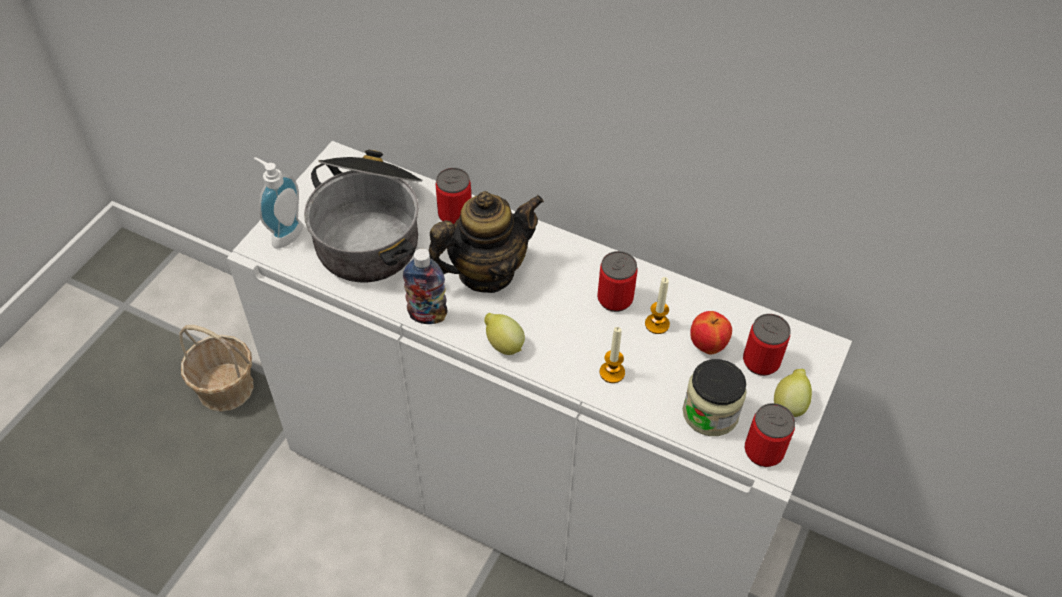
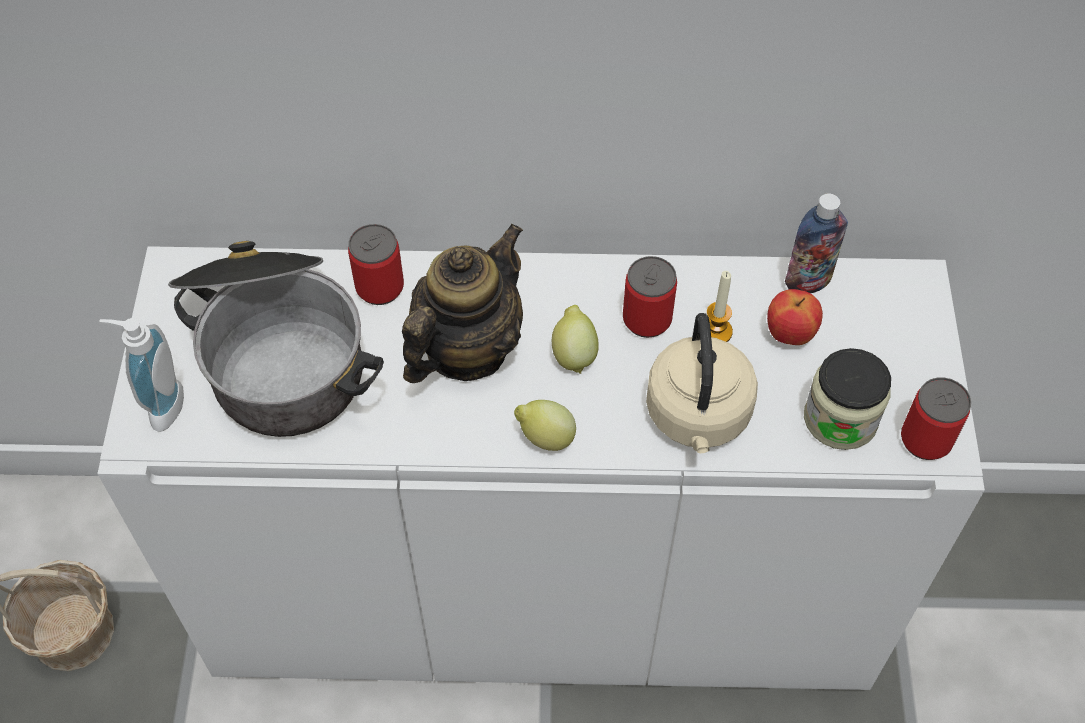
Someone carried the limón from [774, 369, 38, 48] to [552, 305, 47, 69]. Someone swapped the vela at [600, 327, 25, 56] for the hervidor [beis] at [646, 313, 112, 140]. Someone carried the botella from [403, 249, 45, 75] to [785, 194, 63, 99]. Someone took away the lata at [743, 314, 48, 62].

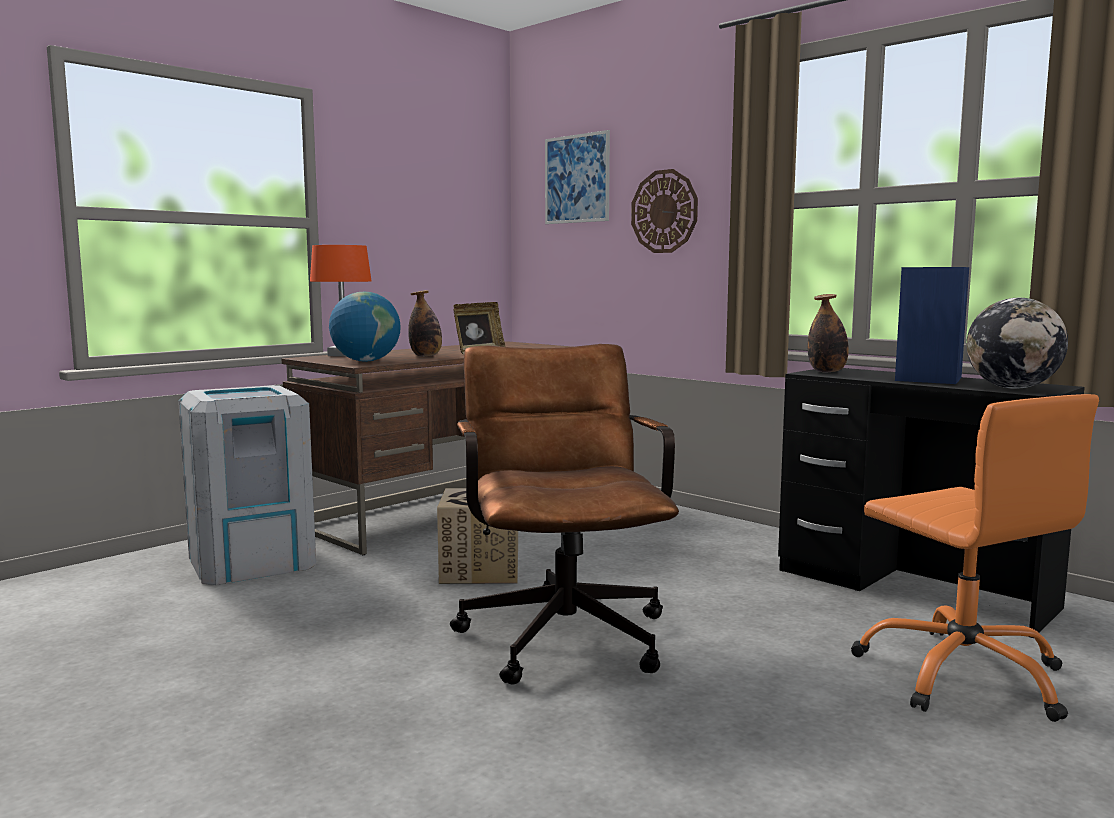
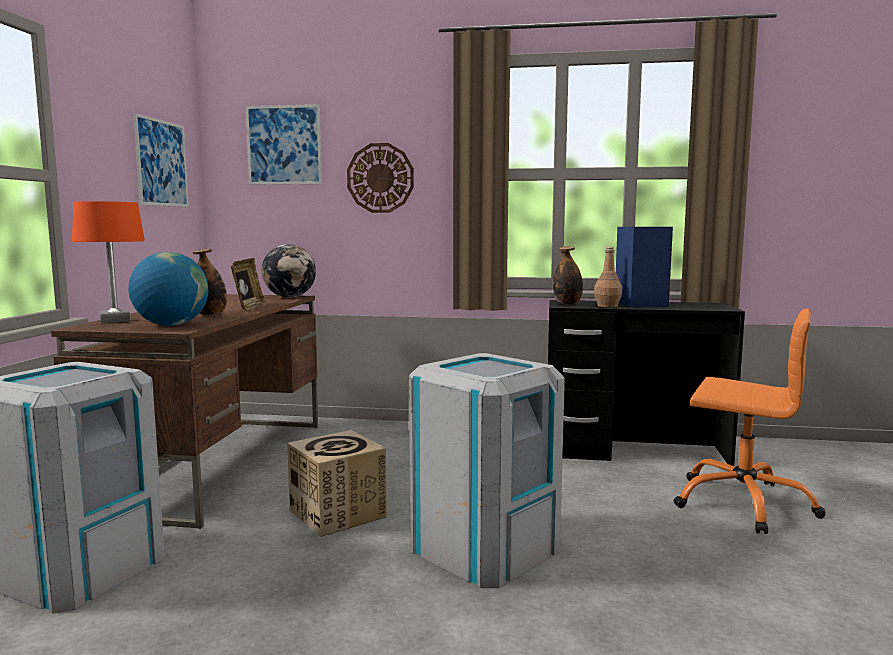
Someone put up the cuadro at [133, 113, 56, 94]. Someone carried the globo terráqueo from [966, 298, 102, 91] to [262, 244, 54, 53]. Someone swapped the silla de oficina [marrón] at [450, 344, 229, 340] for the papelera [gris] at [409, 353, 156, 235]. Someone put down the botella [marrón] at [594, 247, 28, 61].

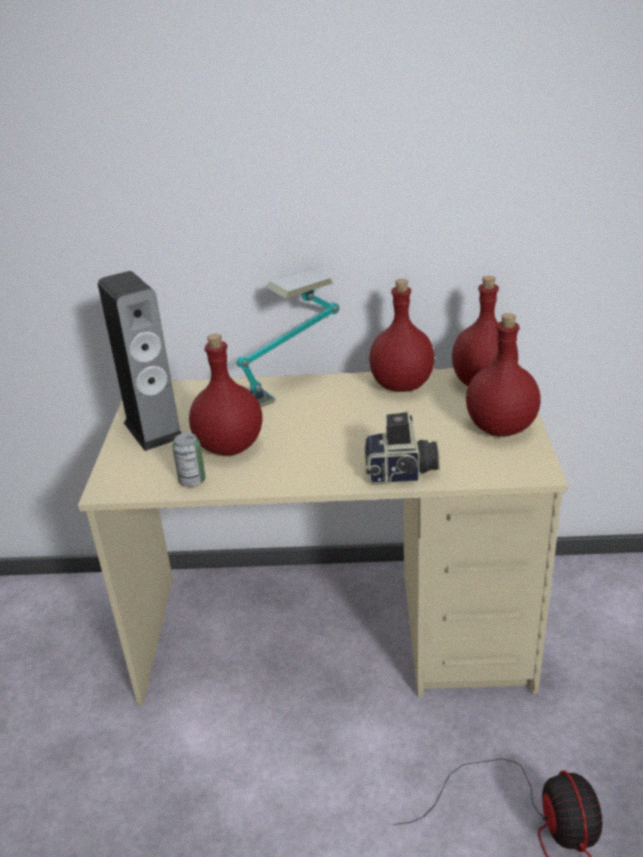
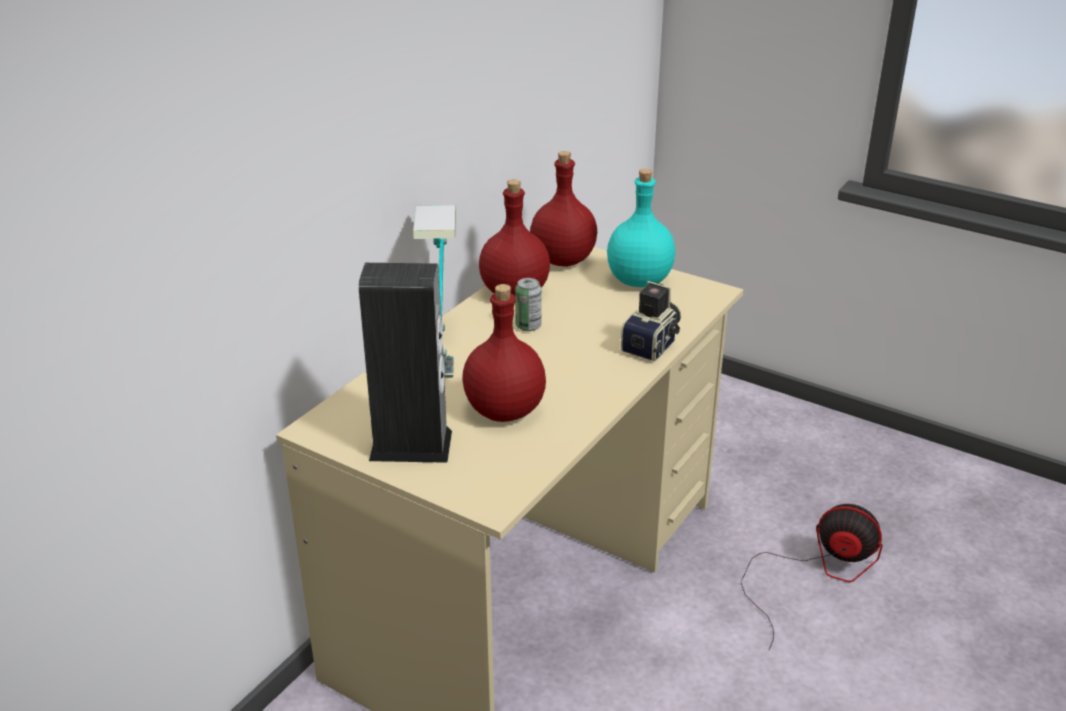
Someone carried the lata from [172, 433, 34, 54] to [515, 278, 27, 53]. Someone repainted the botella [rojo] at [466, 313, 75, 124], which became the botella [turquesa] at [607, 169, 68, 118].

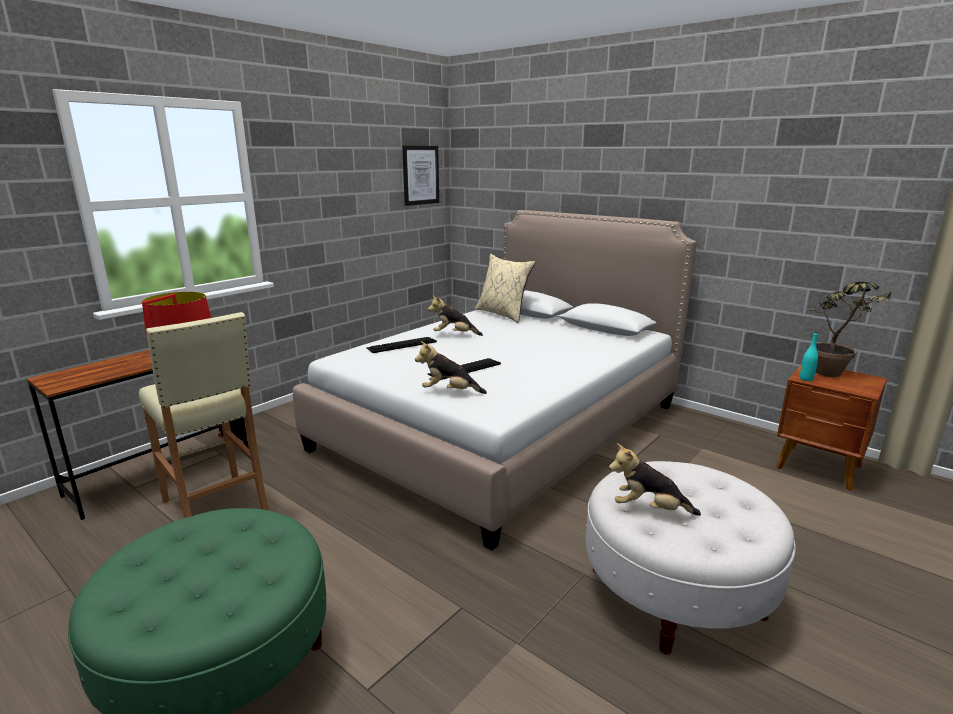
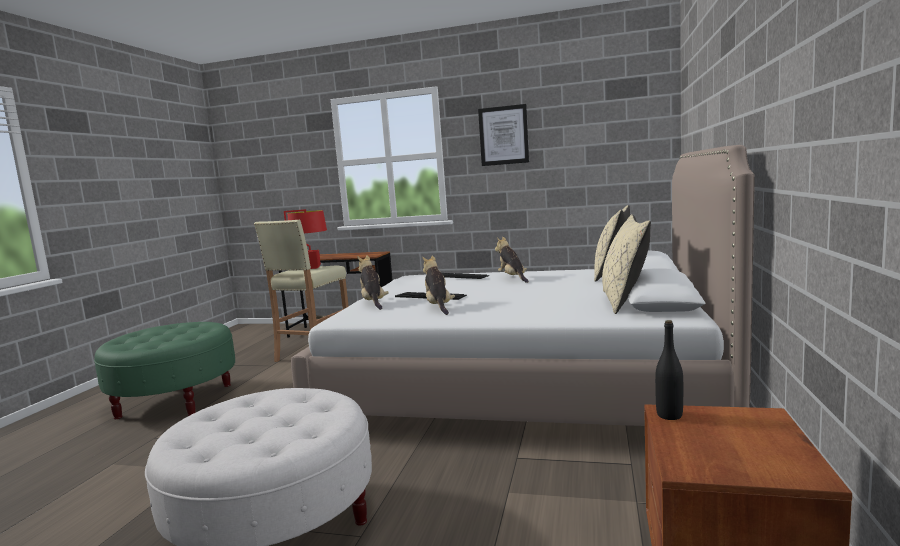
Someone carried the peluche from [609, 443, 92, 73] to [422, 256, 33, 59]. Someone carried the cuadro from [402, 146, 37, 60] to [478, 104, 51, 62]. Someone put down the cojín [beis] at [602, 214, 49, 100]. Someone repainted the botella [turquesa] at [800, 331, 18, 50], which became the botella [negro] at [655, 320, 28, 100]. Someone took away the planta en maceta at [810, 281, 82, 96].

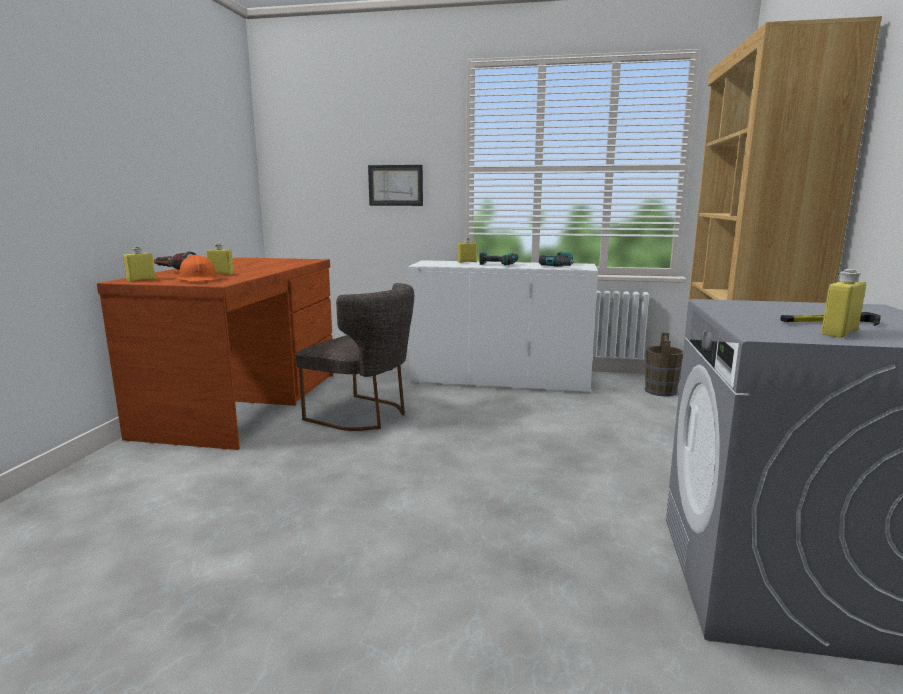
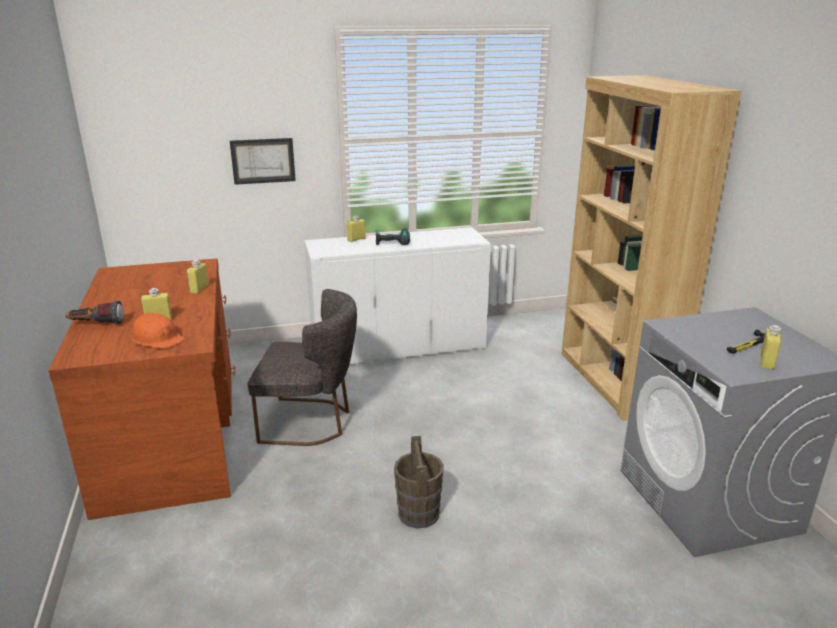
Someone carried the botella [amarillo] from [123, 246, 33, 36] to [187, 260, 22, 34]. Someone carried the cubo [marrón] from [645, 332, 38, 65] to [394, 436, 50, 92]. Someone took away the taladro at [539, 252, 36, 15].

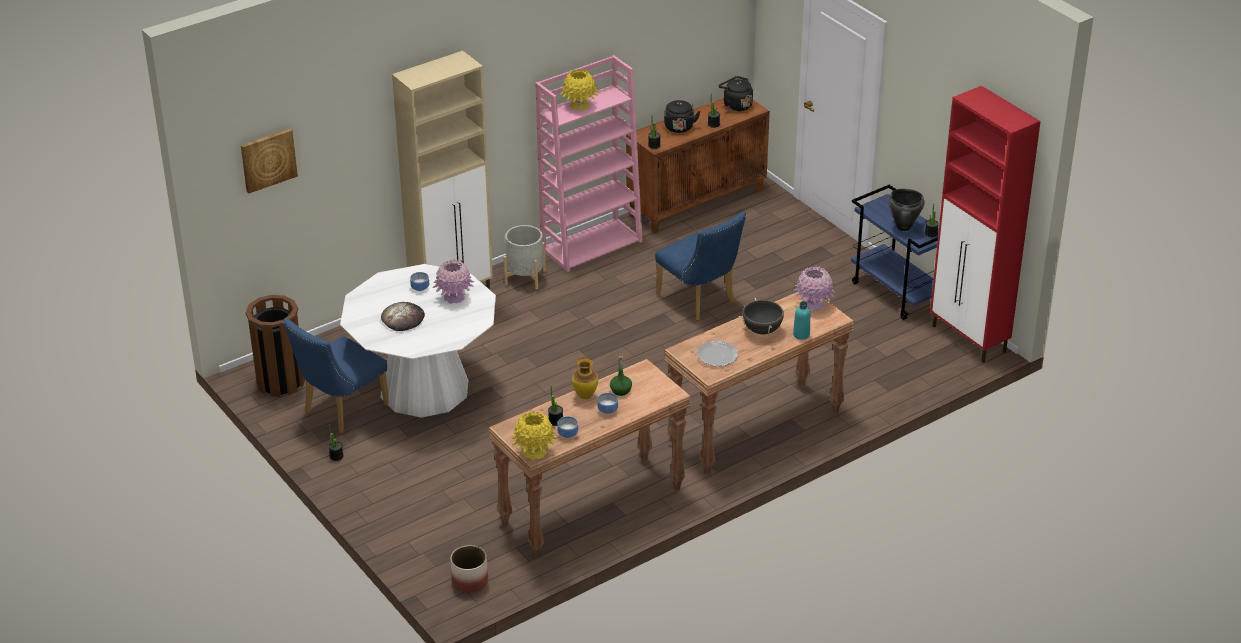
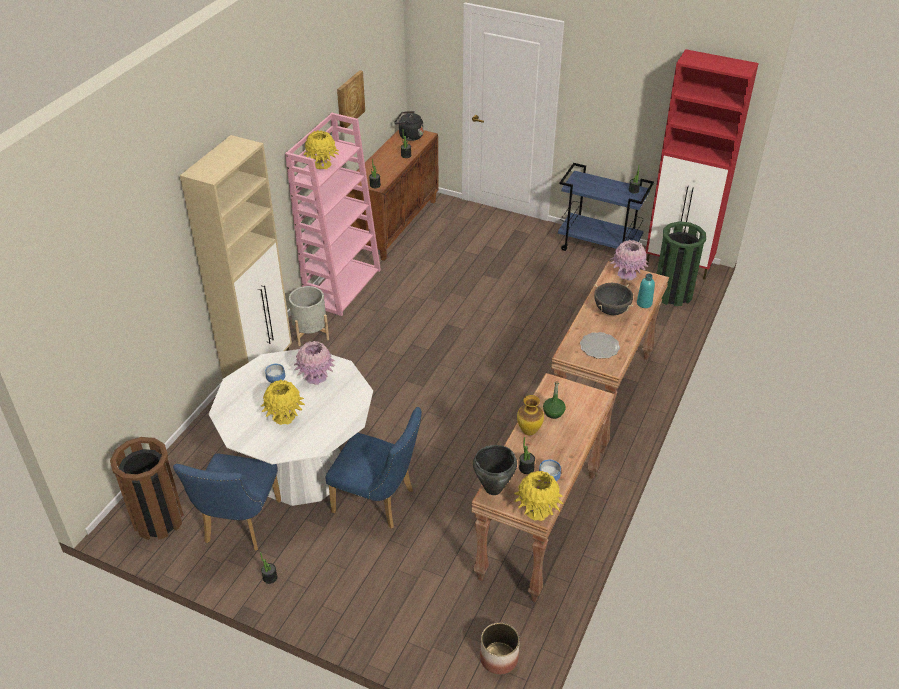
Someone swapped the pan at [381, 302, 44, 29] for the florero [amarillo] at [261, 380, 44, 45]. Someone carried the silla [azul] from [655, 212, 92, 108] to [325, 407, 97, 122]. Someone carried the cuadro from [241, 129, 57, 64] to [337, 70, 28, 58]. Someone carried the olla [negro] from [888, 189, 37, 42] to [473, 445, 44, 50]. Someone put down the papelera [verde] at [657, 221, 49, 85]. Someone took away the cuenco at [597, 393, 21, 21]. Someone took away the hervidor [negro] at [664, 100, 36, 33].

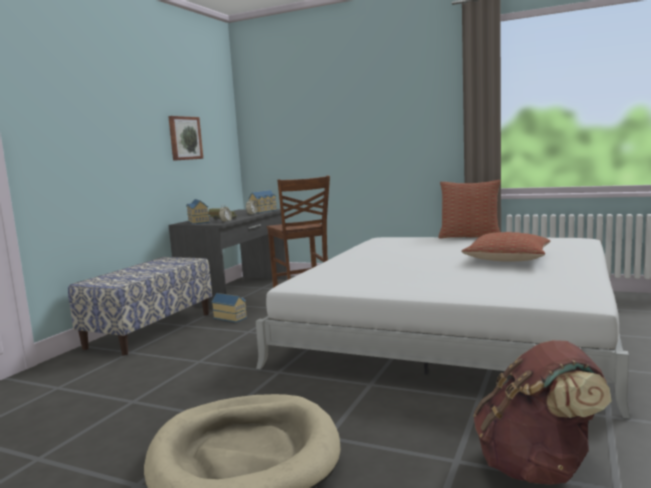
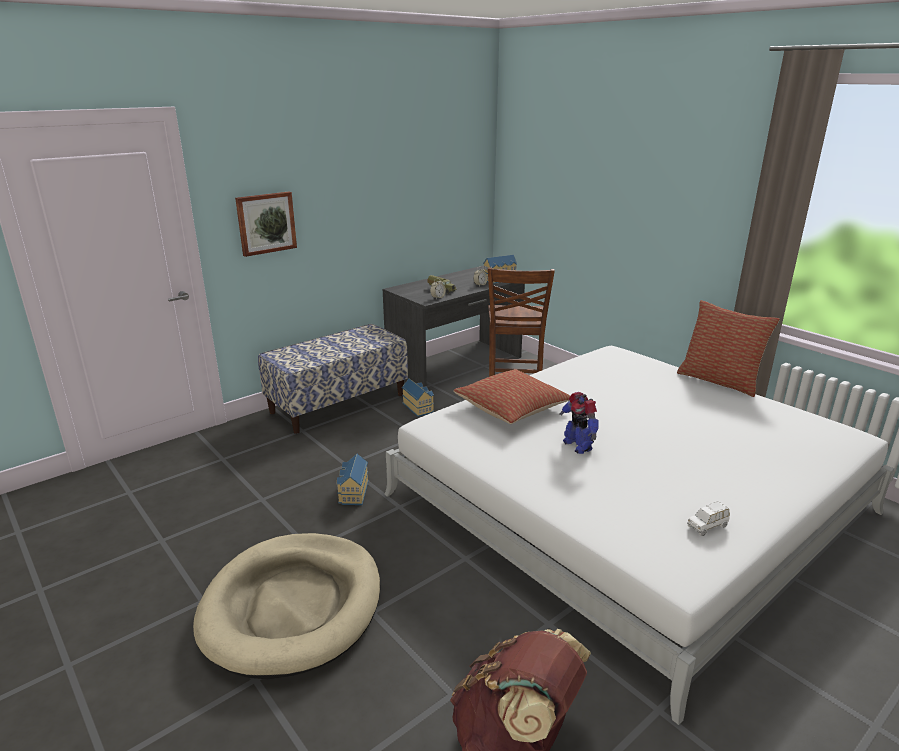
Someone carried the cuadro from [168, 116, 35, 45] to [235, 192, 62, 65]. Someone carried the casita from [186, 199, 24, 25] to [337, 454, 32, 51]. Someone carried the cojín from [462, 232, 88, 29] to [453, 369, 117, 55]. Someone put down the robot de juguete at [560, 392, 38, 62]. Someone put down the coche de juguete [blanco] at [687, 501, 43, 35].

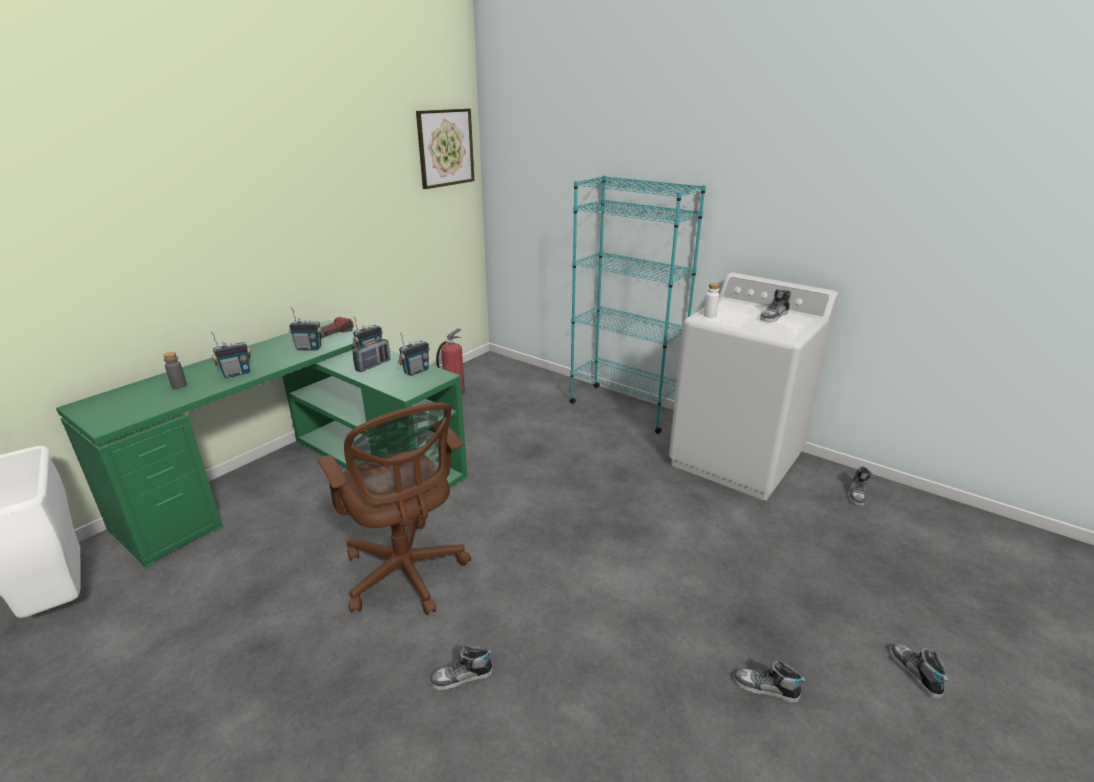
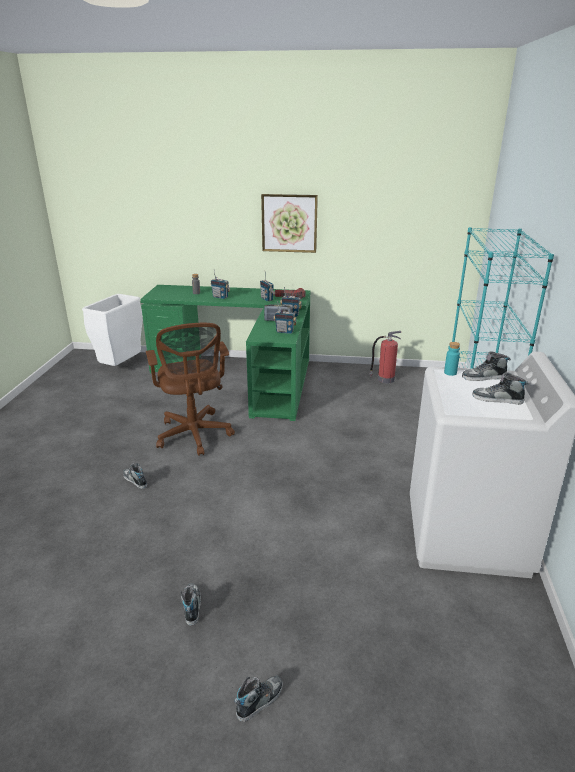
Someone rotated the silla de oficina [marrón] at [317, 402, 154, 213] by 45 degrees counterclockwise. Someone carried the cuadro from [416, 109, 58, 80] to [261, 194, 57, 59]. Someone repainted the botella [blanco] at [704, 283, 15, 35], which became the botella [turquesa] at [444, 342, 16, 34]. Someone carried the zapato from [848, 466, 24, 40] to [462, 351, 49, 30].

